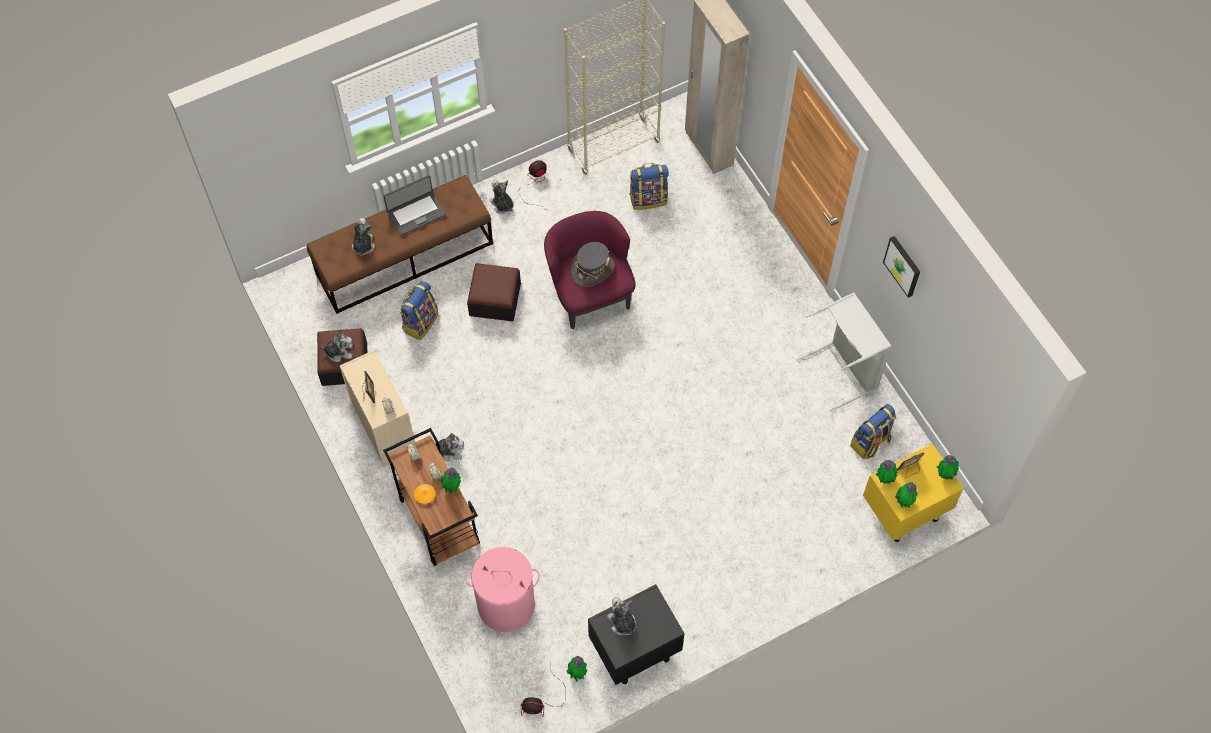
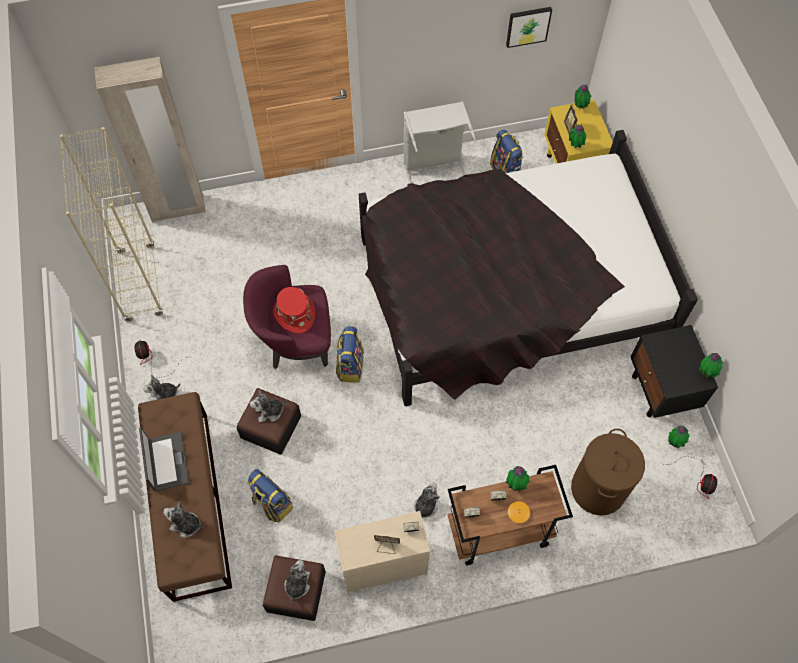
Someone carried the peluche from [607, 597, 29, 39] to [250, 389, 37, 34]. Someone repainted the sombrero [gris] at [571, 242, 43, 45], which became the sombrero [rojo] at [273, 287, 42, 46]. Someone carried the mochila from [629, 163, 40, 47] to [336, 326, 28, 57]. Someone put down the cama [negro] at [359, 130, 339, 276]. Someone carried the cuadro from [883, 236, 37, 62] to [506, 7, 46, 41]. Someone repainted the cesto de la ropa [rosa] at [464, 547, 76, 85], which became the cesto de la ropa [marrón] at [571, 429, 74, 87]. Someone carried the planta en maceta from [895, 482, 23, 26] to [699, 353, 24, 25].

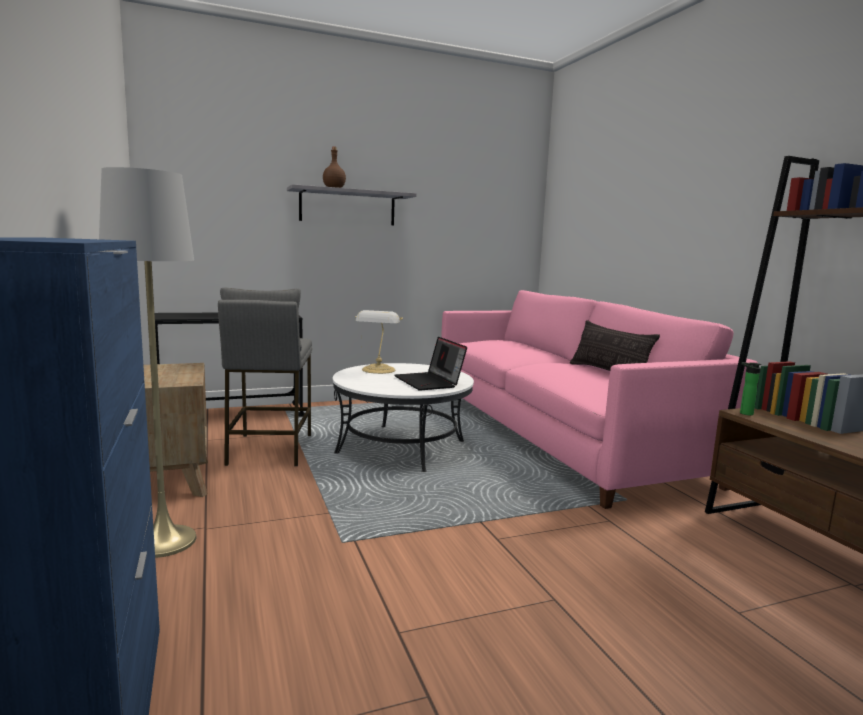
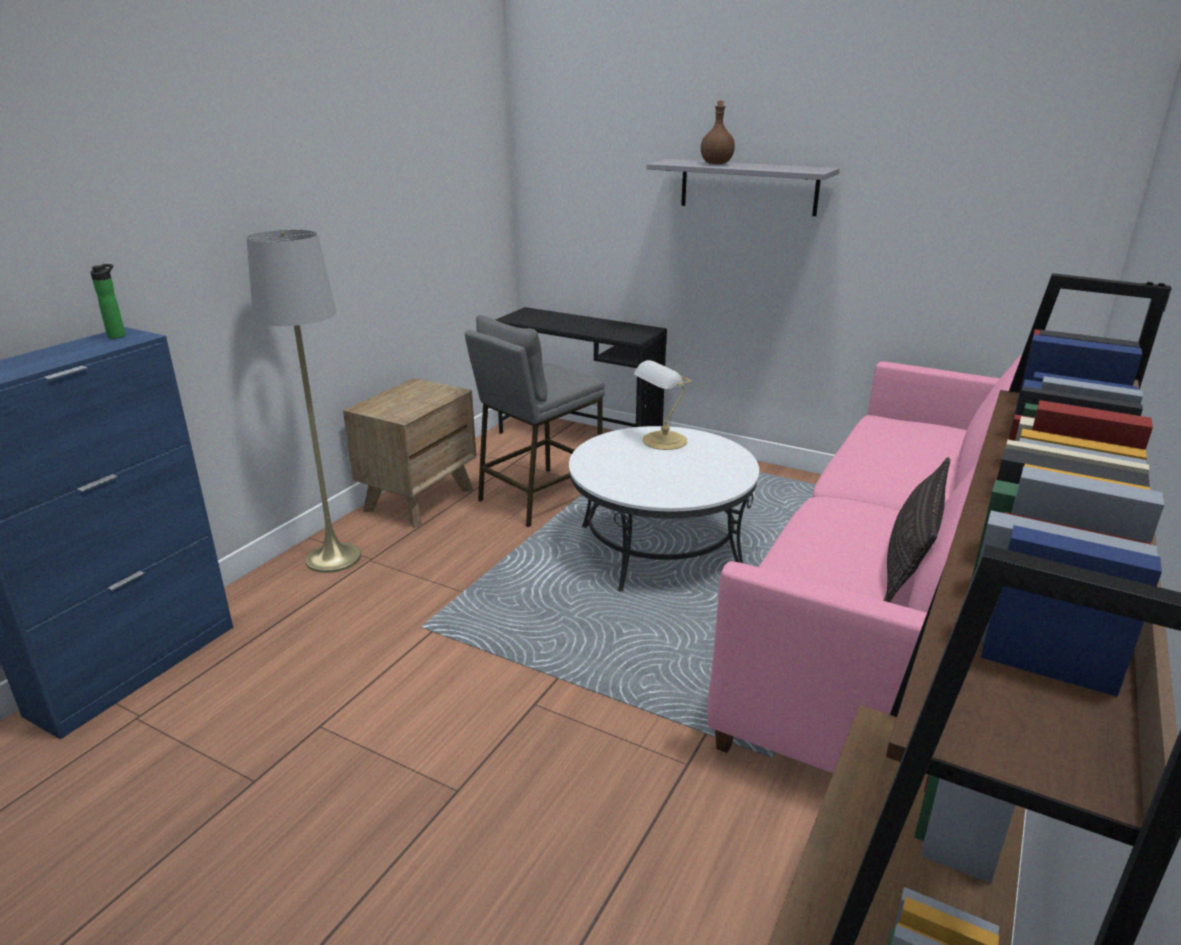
Someone carried the botella from [740, 362, 21, 54] to [90, 264, 36, 75]. Someone took away the portátil at [395, 337, 72, 53].

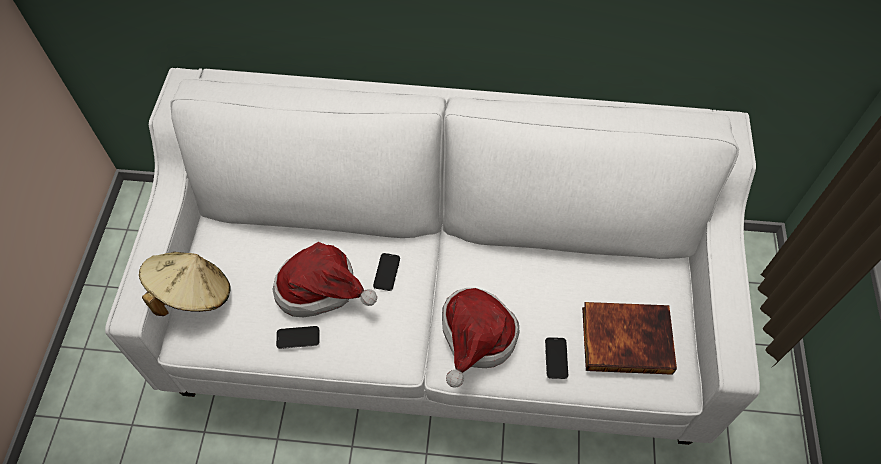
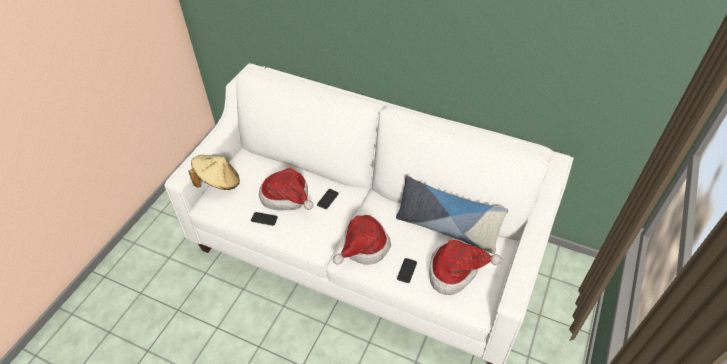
Someone put down the cojín at [396, 175, 113, 79]. Someone swapped the libro at [582, 302, 95, 73] for the sombrero at [429, 240, 72, 55].

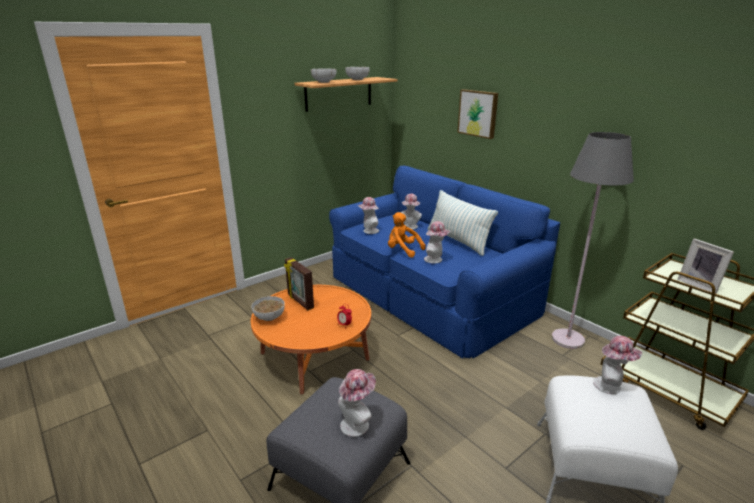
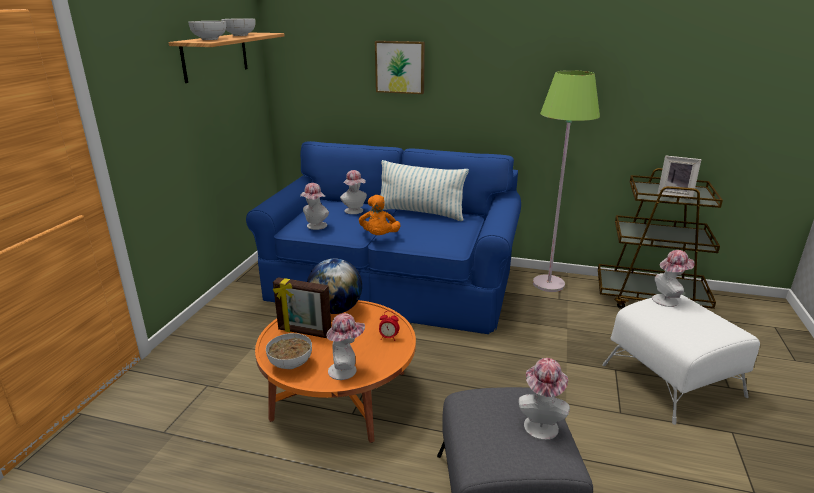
Someone put down the globo terráqueo at [307, 259, 55, 55]. Someone carried the sombrero from [424, 221, 26, 43] to [326, 313, 39, 67]. Someone rotated the peluche [naranja] at [388, 212, 38, 46] by 90 degrees counterclockwise. Someone repainted the lámpara de pie [gris] at [552, 132, 82, 217], which became the lámpara de pie [verde] at [533, 70, 67, 222].

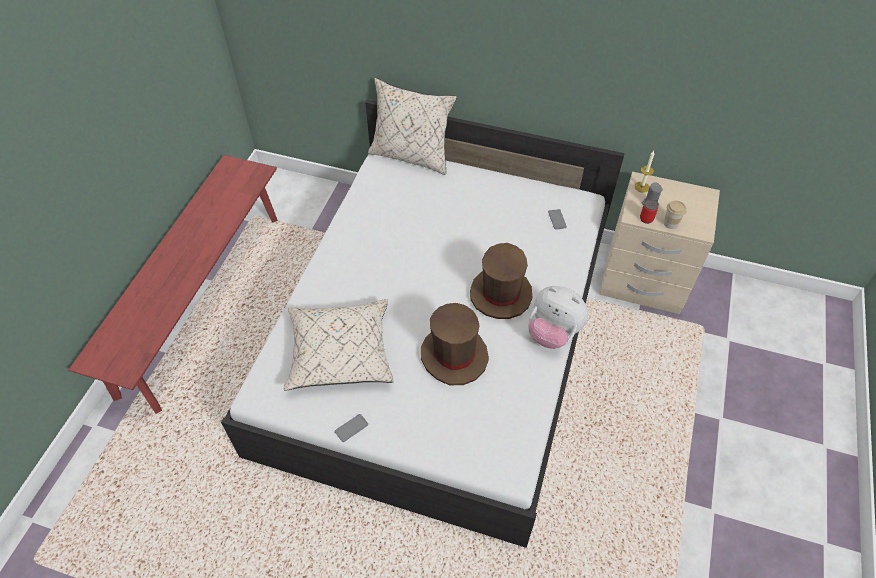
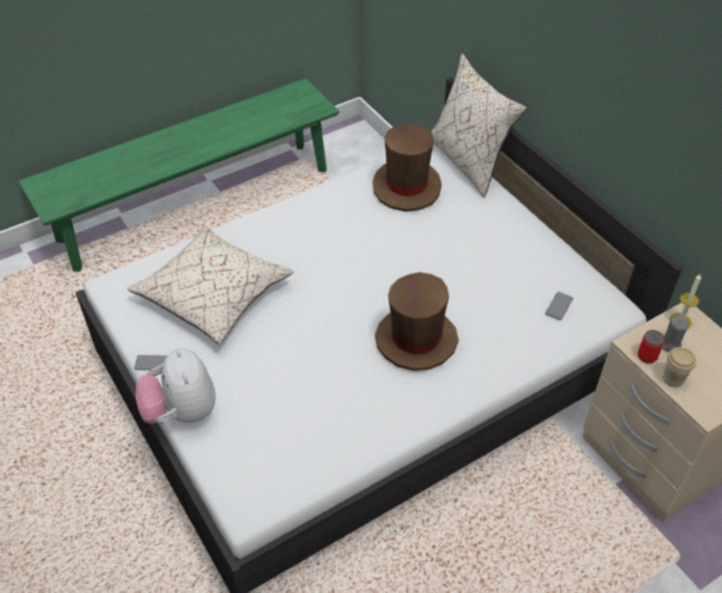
Someone repainted the banco [rojo] at [68, 155, 210, 259], which became the banco [verde] at [19, 78, 321, 194]. Someone carried the peluche from [528, 286, 60, 63] to [136, 348, 79, 76]. Someone carried the sombrero [marrón] from [421, 303, 68, 82] to [373, 124, 69, 88].

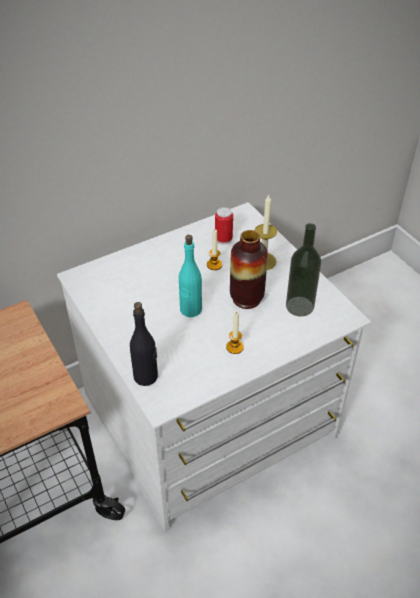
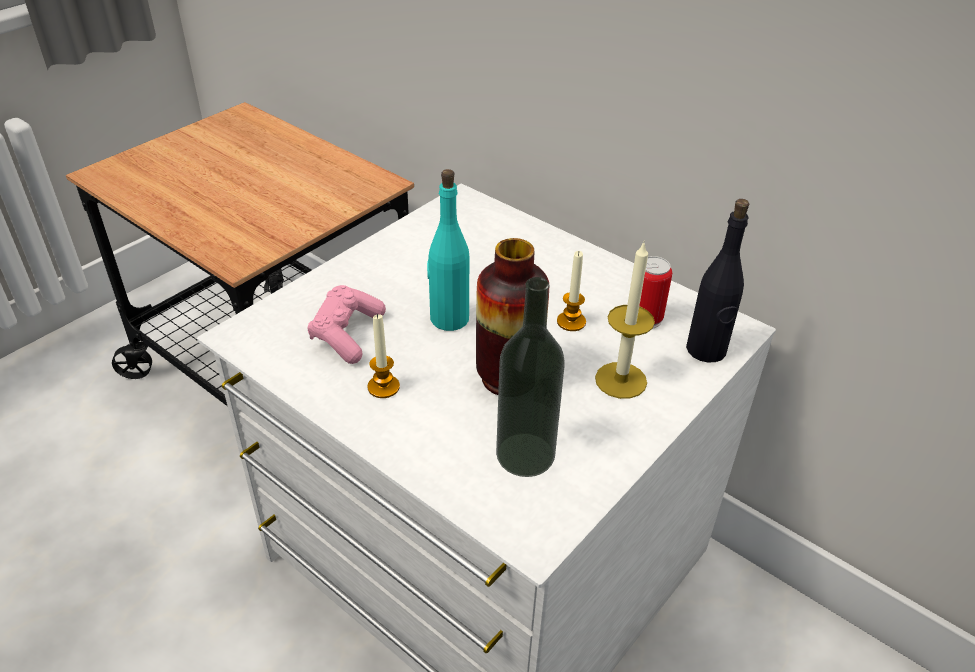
Someone put down the mando de consola [rosa] at [308, 285, 78, 79]. Someone carried the botella [negro] from [130, 302, 28, 84] to [686, 199, 63, 163].

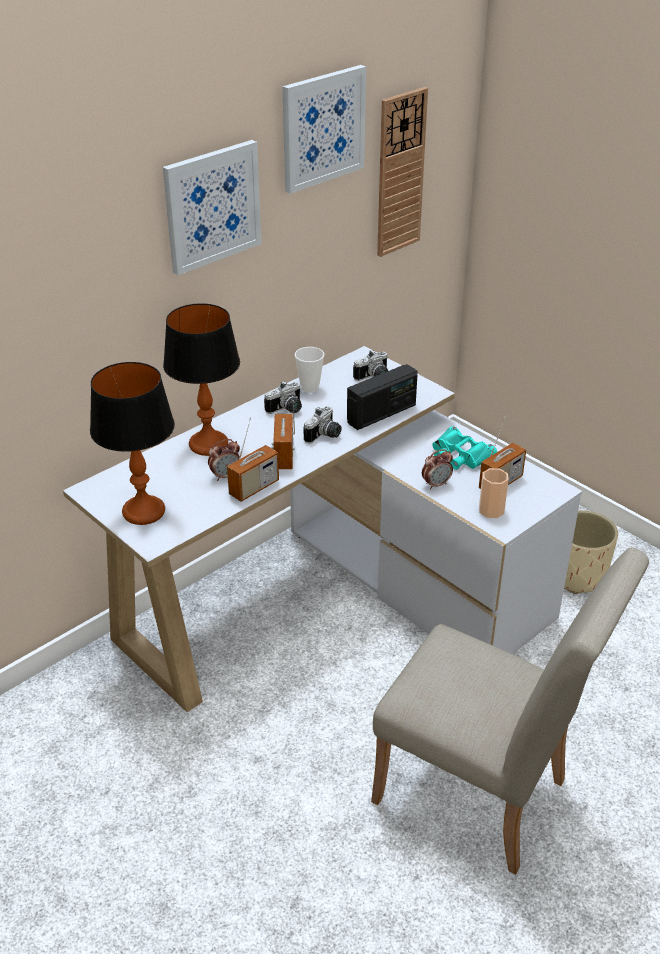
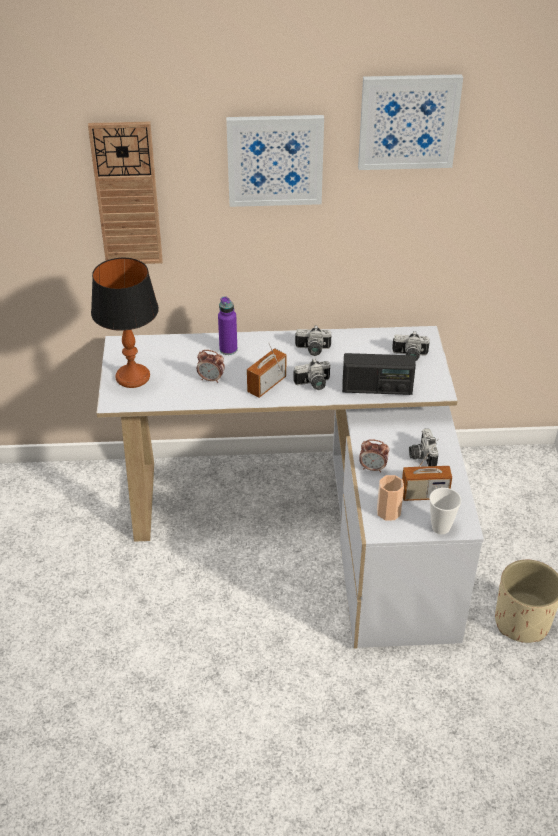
Someone carried the reloj de pared from [377, 87, 51, 170] to [88, 122, 75, 142]. Someone swapped the lámpara de mesa at [163, 303, 77, 153] for the botella [morado] at [218, 296, 19, 59]. Someone swapped the prismáticos [turquesa] at [432, 426, 65, 44] for the cámara at [409, 428, 29, 38]. Someone carried the taza from [295, 347, 30, 46] to [429, 488, 32, 46]. Someone took away the radio at [227, 417, 52, 85]. Someone took away the silla [beis] at [371, 547, 278, 327].

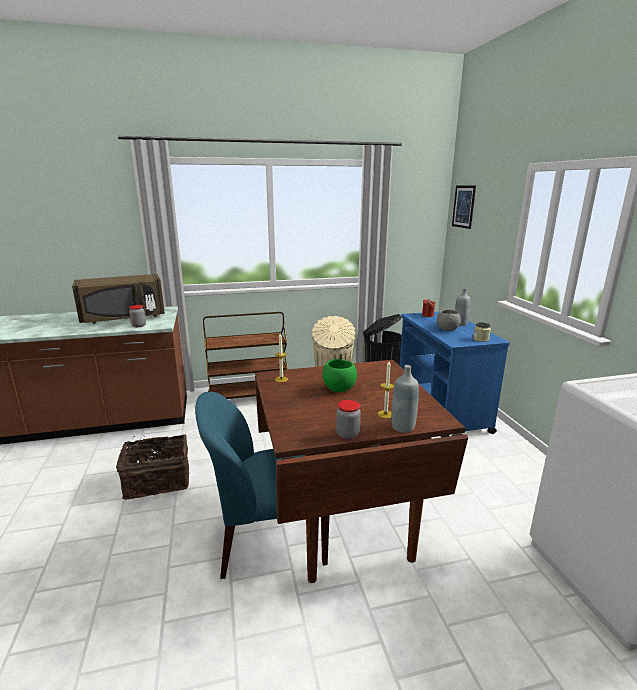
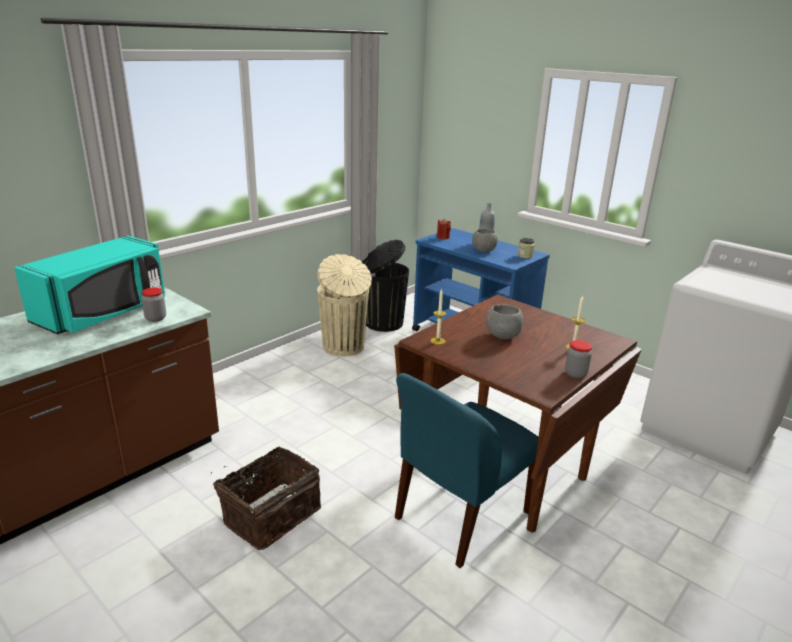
Someone repainted the microondas [marrón] at [72, 274, 93, 50], which became the microondas [turquesa] at [14, 236, 151, 99]. Someone repainted the cuenco [verde] at [322, 359, 35, 33], which became the cuenco [gris] at [486, 304, 37, 35]. Someone took away the carrito [marrón] at [203, 312, 85, 87]. Someone took away the botella [gris] at [392, 365, 27, 68]. Someone took away the cuadro at [452, 186, 24, 43].

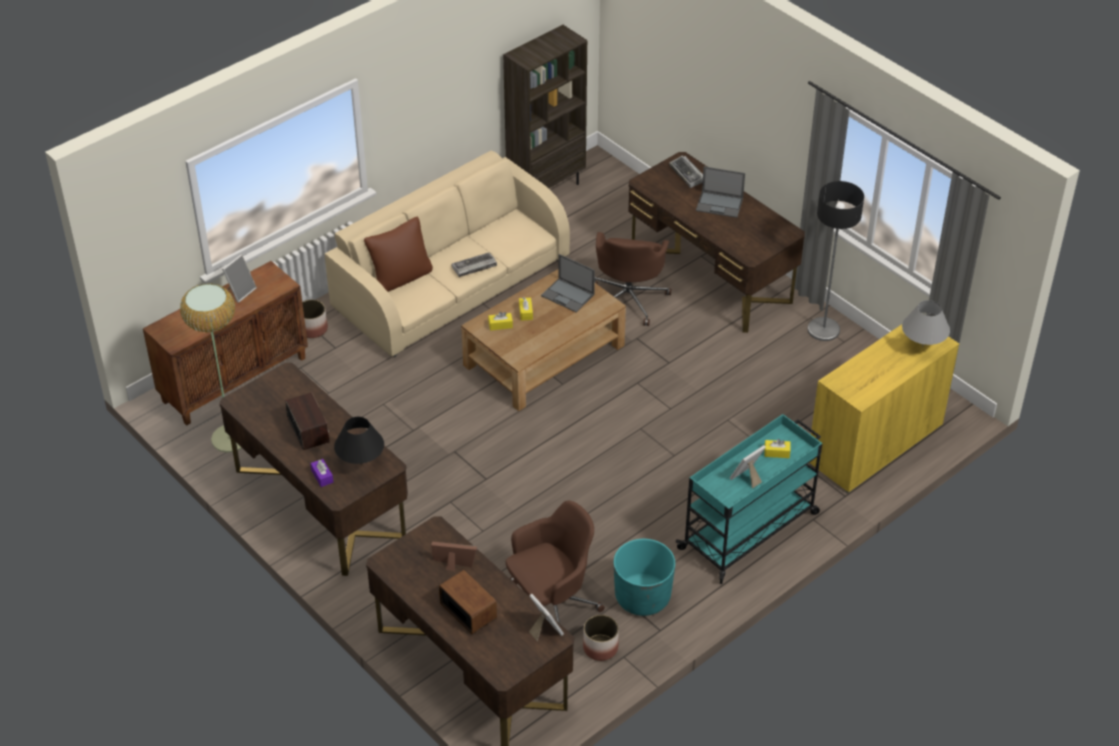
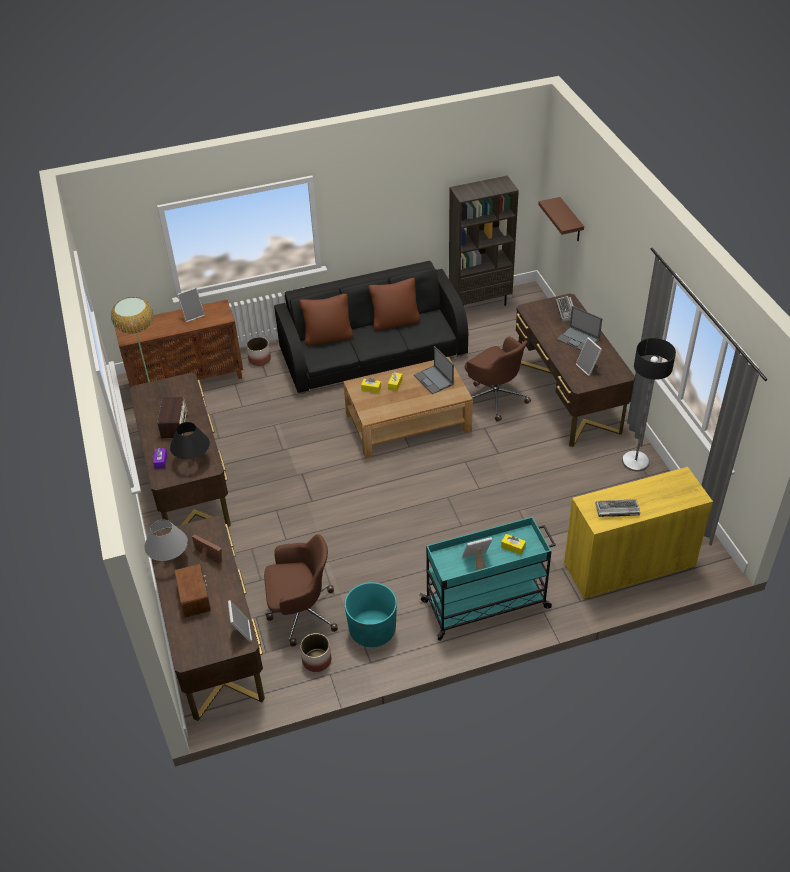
Someone carried the lámpara de mesa [gris] from [902, 300, 48, 47] to [144, 520, 44, 41]. Someone repainted the sofá [beis] at [325, 150, 245, 207], which became the sofá [negro] at [274, 261, 194, 133]. Someone put down the cojín [marrón] at [369, 278, 51, 53]. Someone rotated the silla de oficina [marrón] at [595, 232, 76, 94] by 75 degrees counterclockwise. Someone put up the estante [marrón] at [538, 197, 46, 44]. Someone put down the portarretratos at [576, 337, 26, 39]. Someone carried the teclado from [452, 252, 45, 25] to [595, 499, 45, 18].

